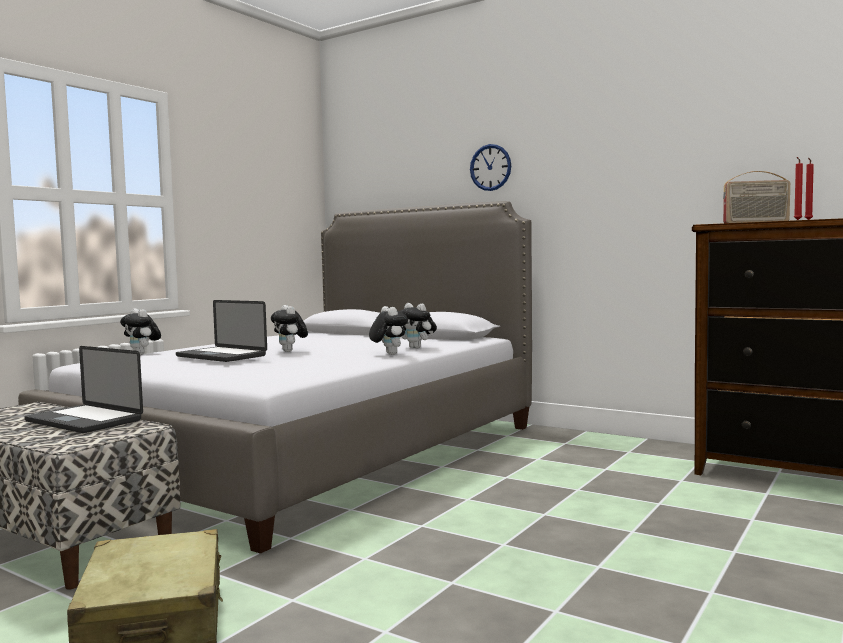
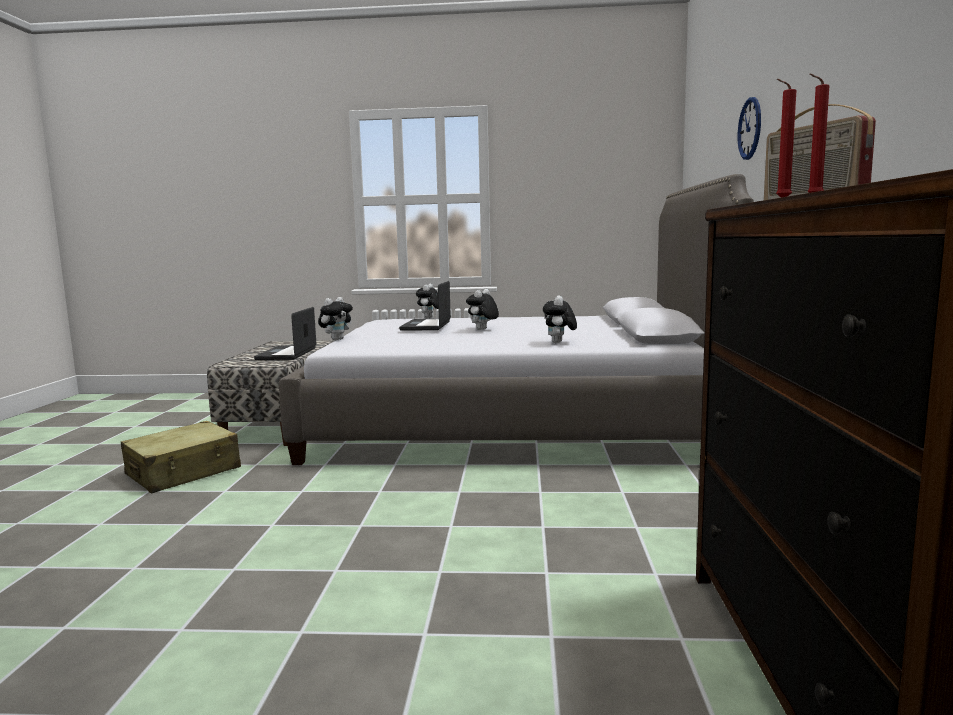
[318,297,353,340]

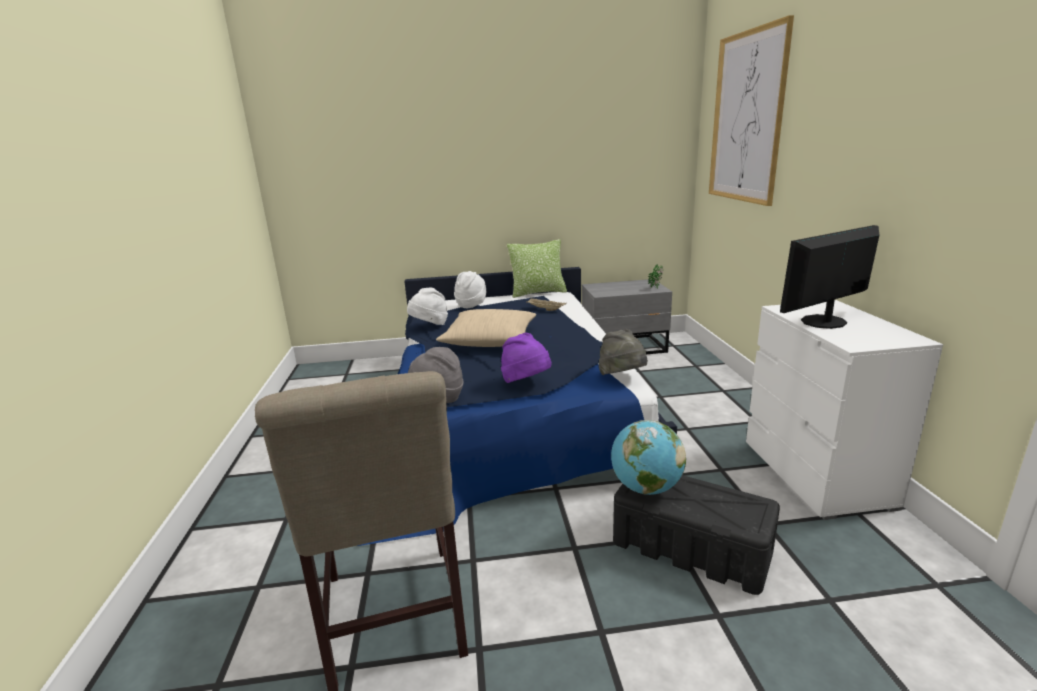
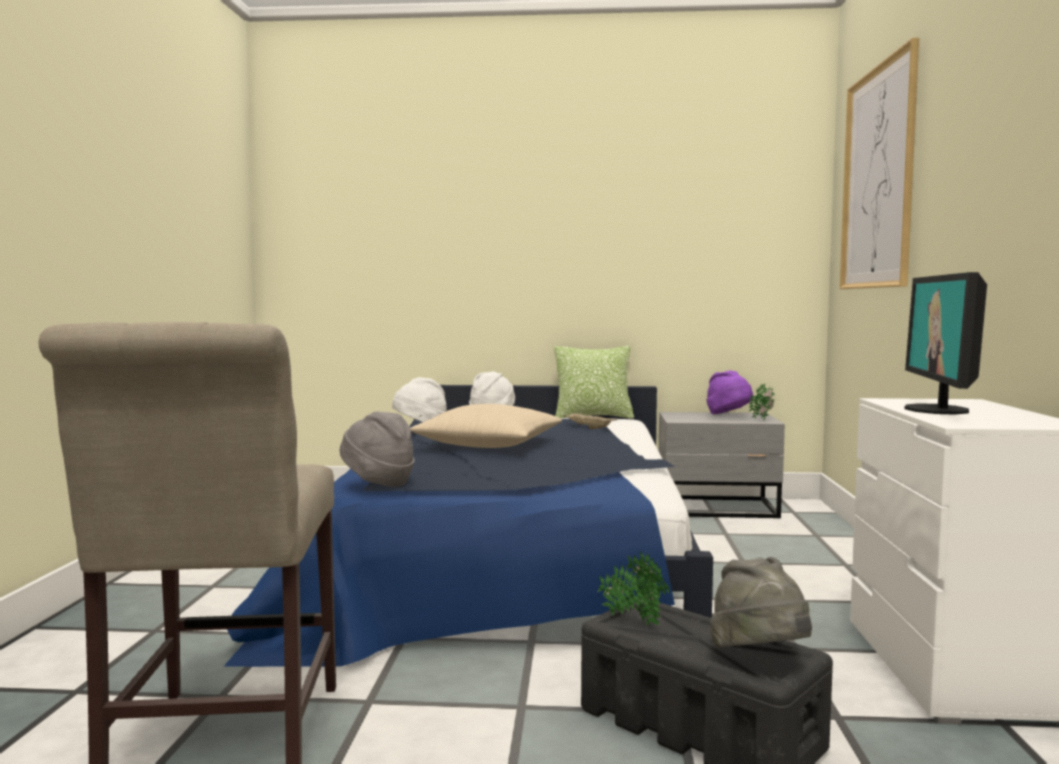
[597,551,669,625]
[706,370,753,414]
[710,557,812,648]
[904,272,987,415]

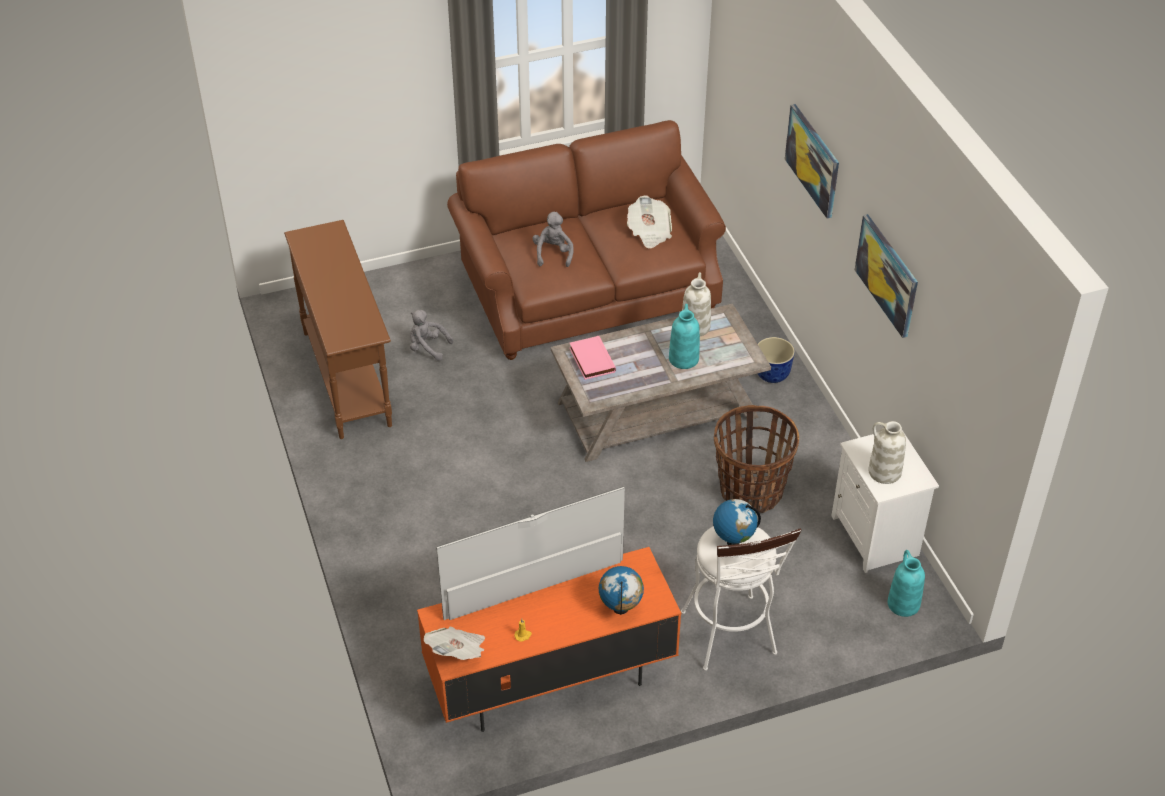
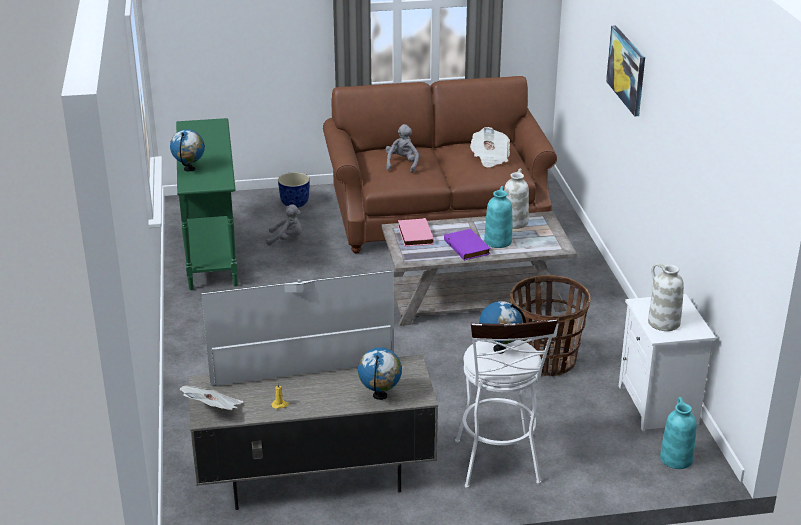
[170,129,205,172]
[176,118,238,290]
[189,355,438,510]
[267,204,302,246]
[278,172,310,208]
[444,229,491,261]
[855,214,918,338] (first image)

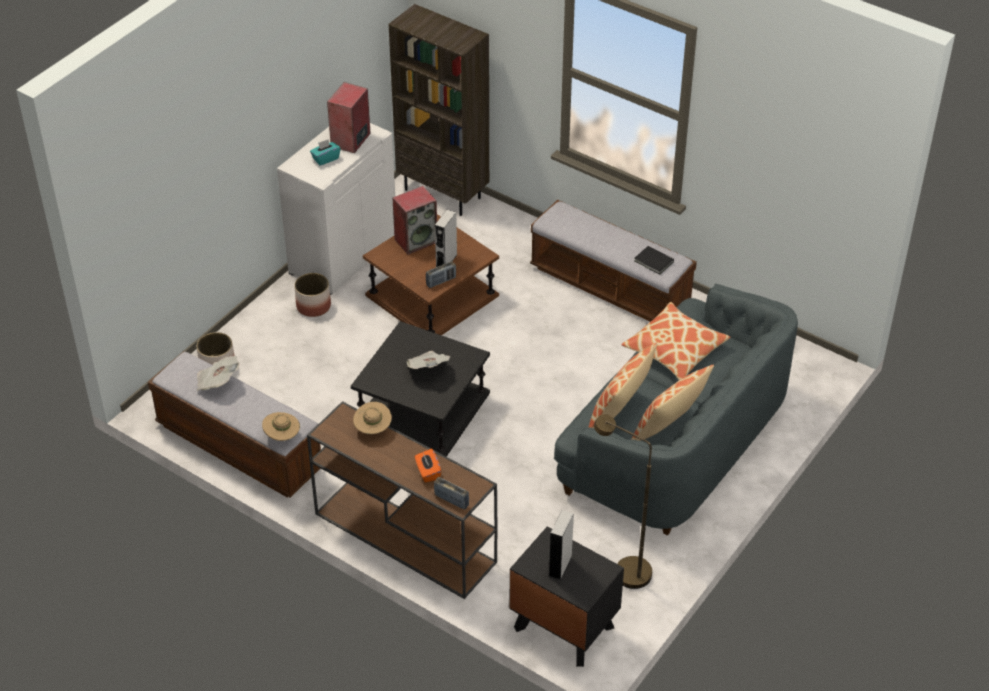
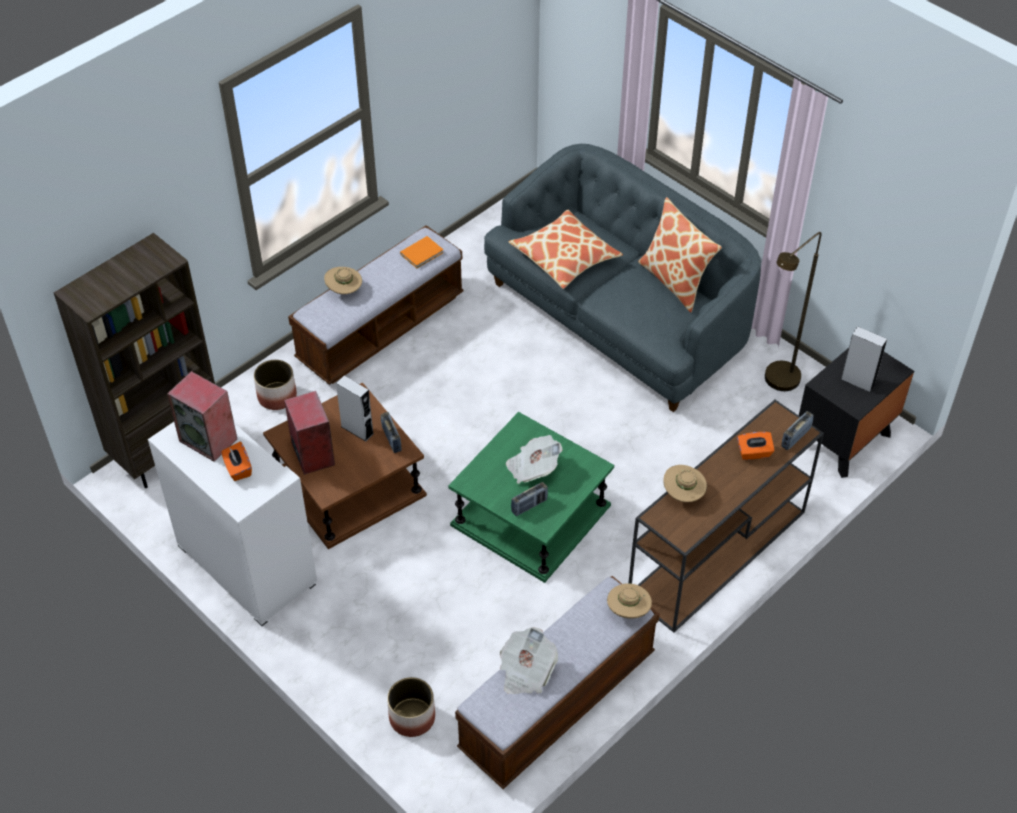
[221,442,252,481]
[254,360,297,410]
[324,267,362,294]
[400,236,444,268]
[448,412,614,583]
[511,482,548,516]
[589,343,657,428] (first image)

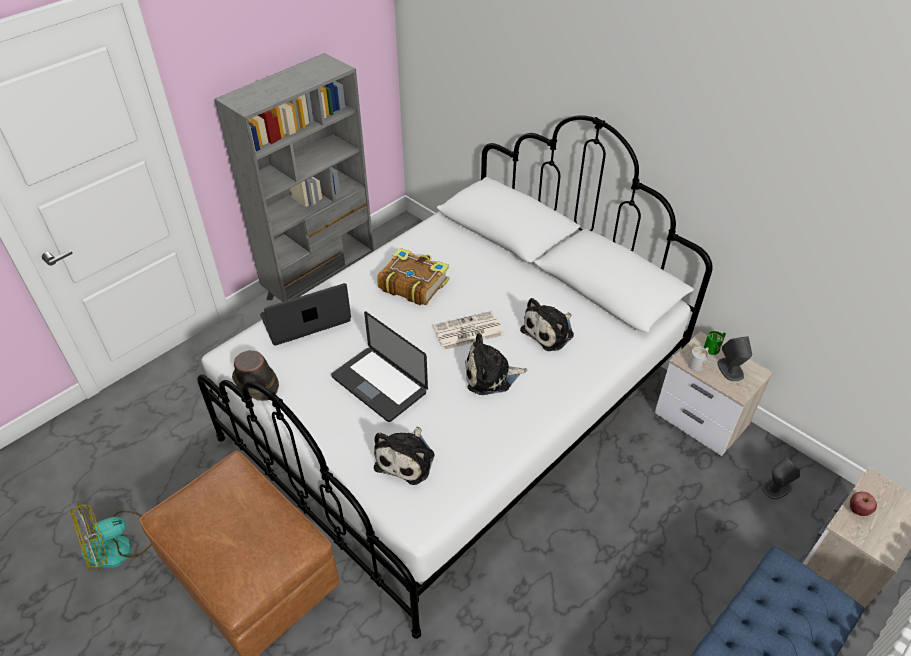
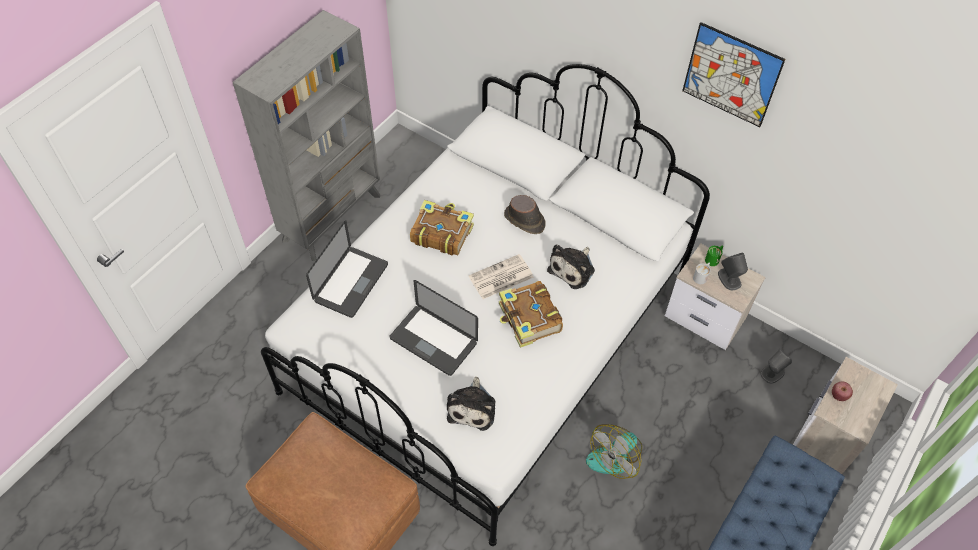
[306,220,388,318]
[499,281,563,348]
[504,195,546,234]
[586,424,642,479]
[682,22,785,127]

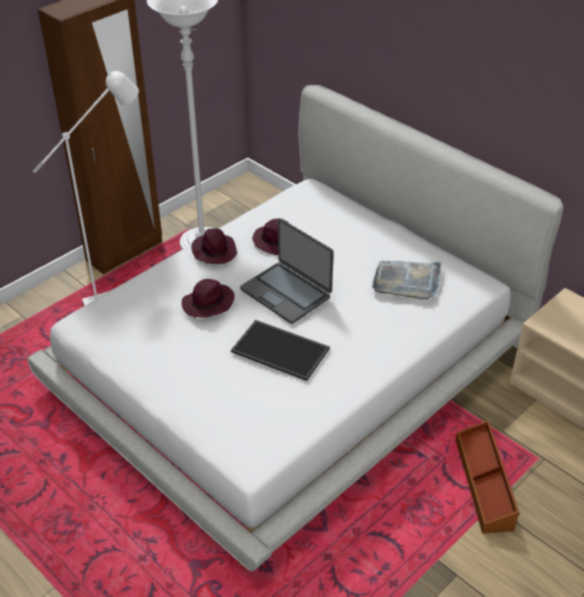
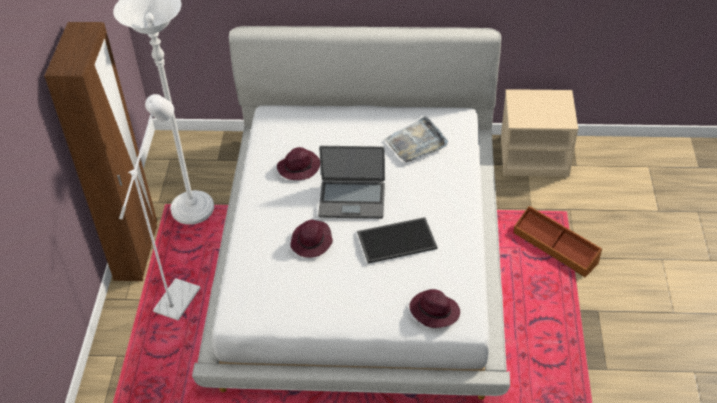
[409,289,460,328]

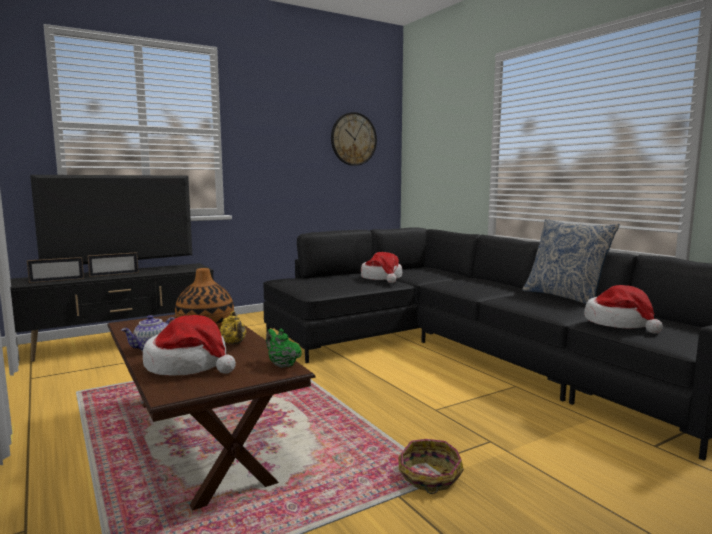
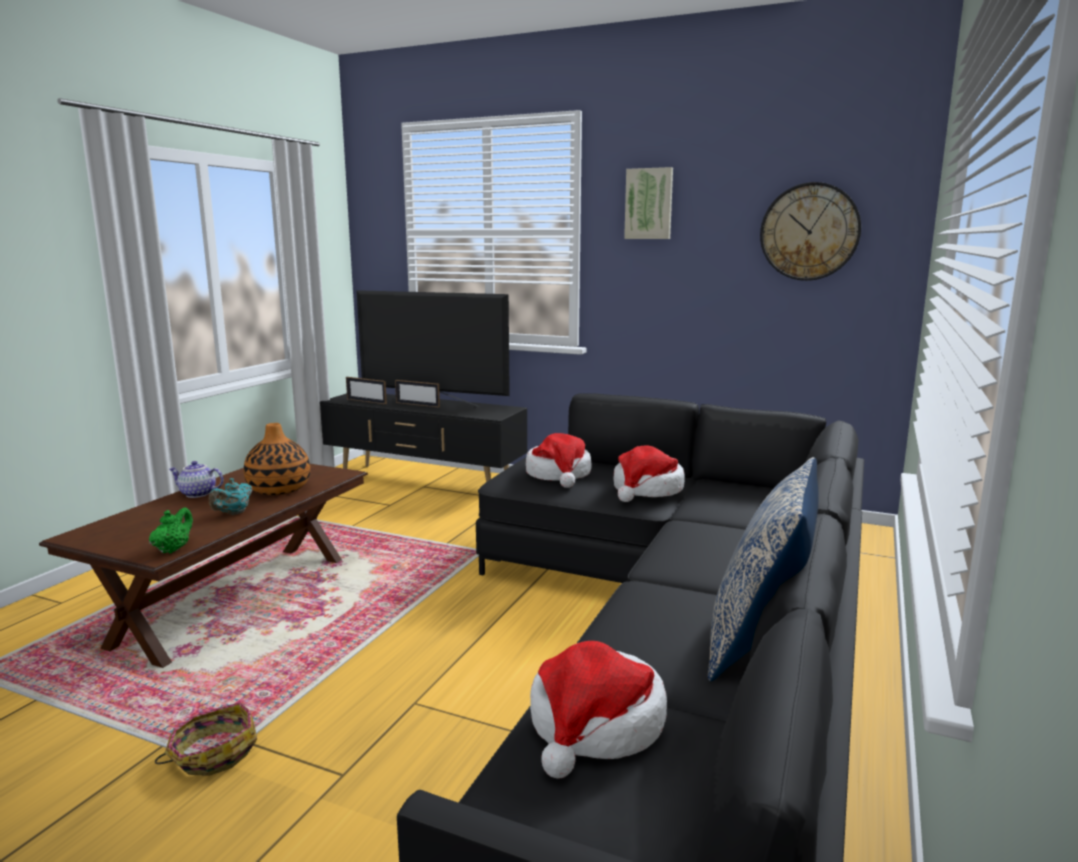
[209,478,253,515]
[526,433,591,488]
[624,167,673,239]

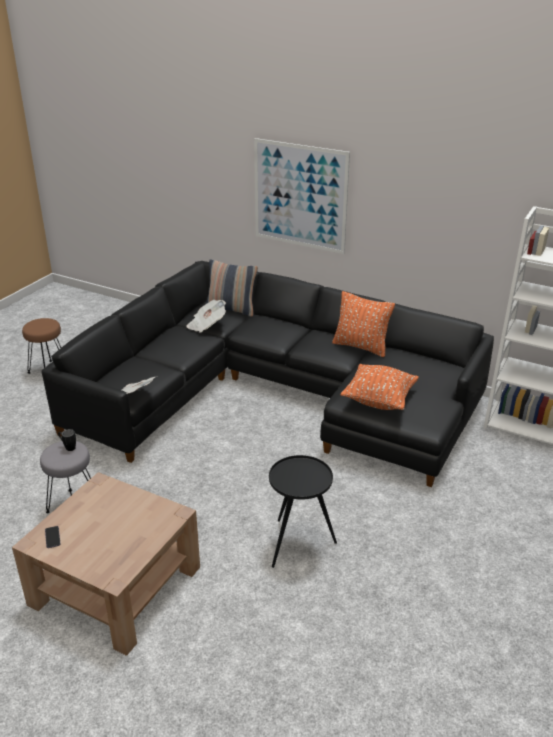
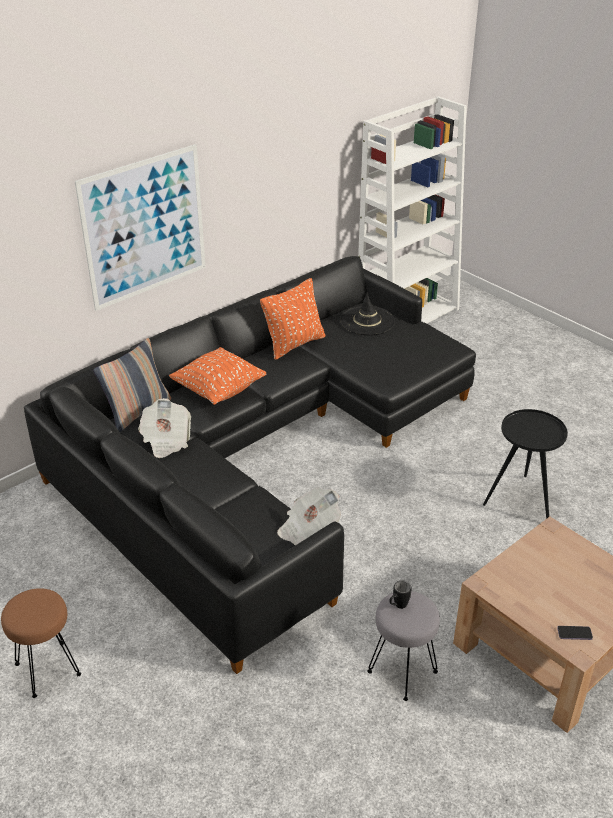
[169,347,266,405]
[340,292,395,335]

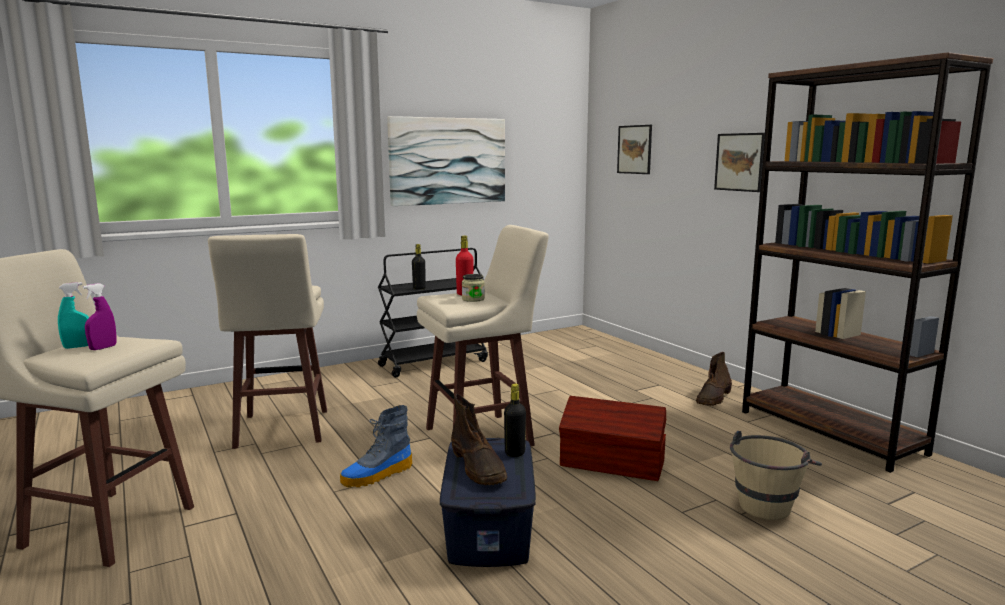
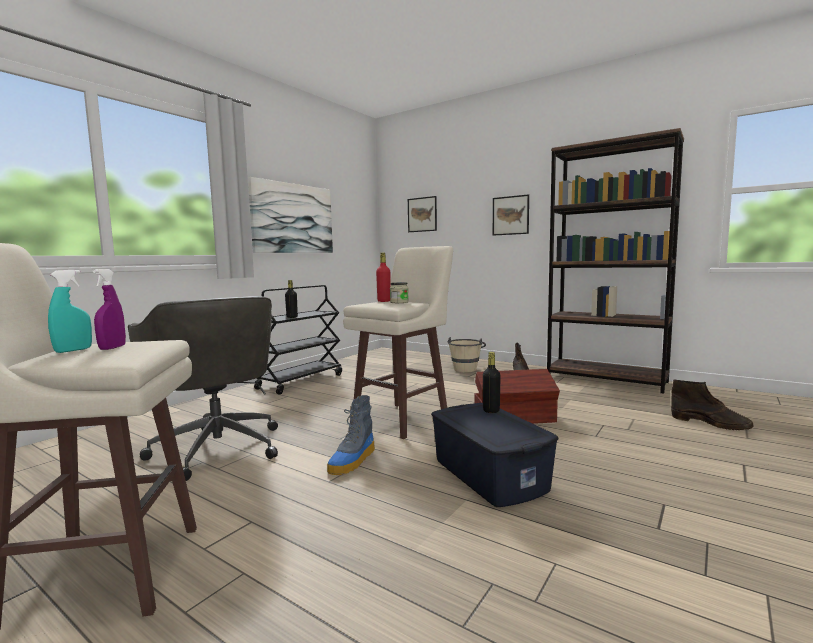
[128,296,278,481]
[448,337,486,372]
[671,380,754,430]

